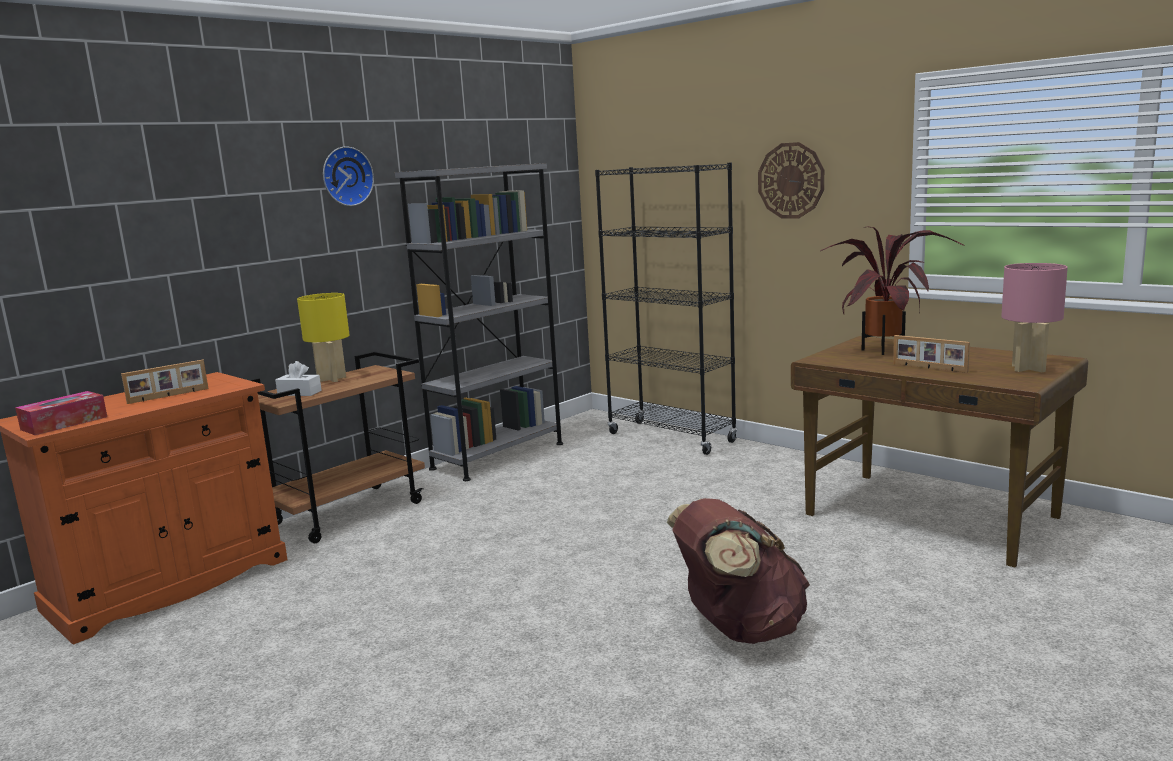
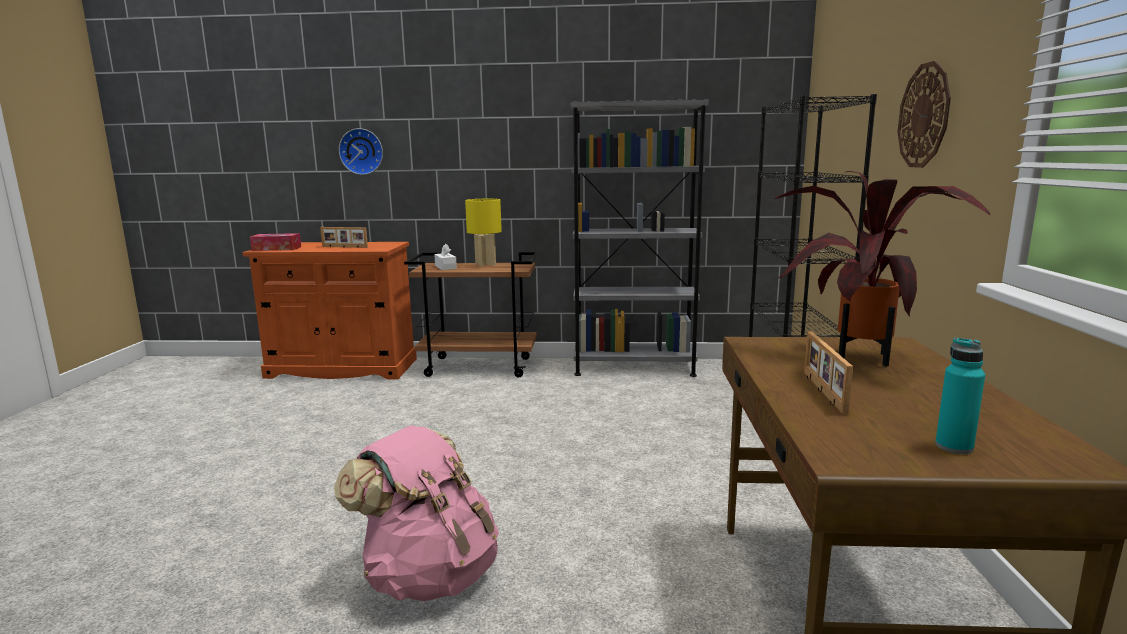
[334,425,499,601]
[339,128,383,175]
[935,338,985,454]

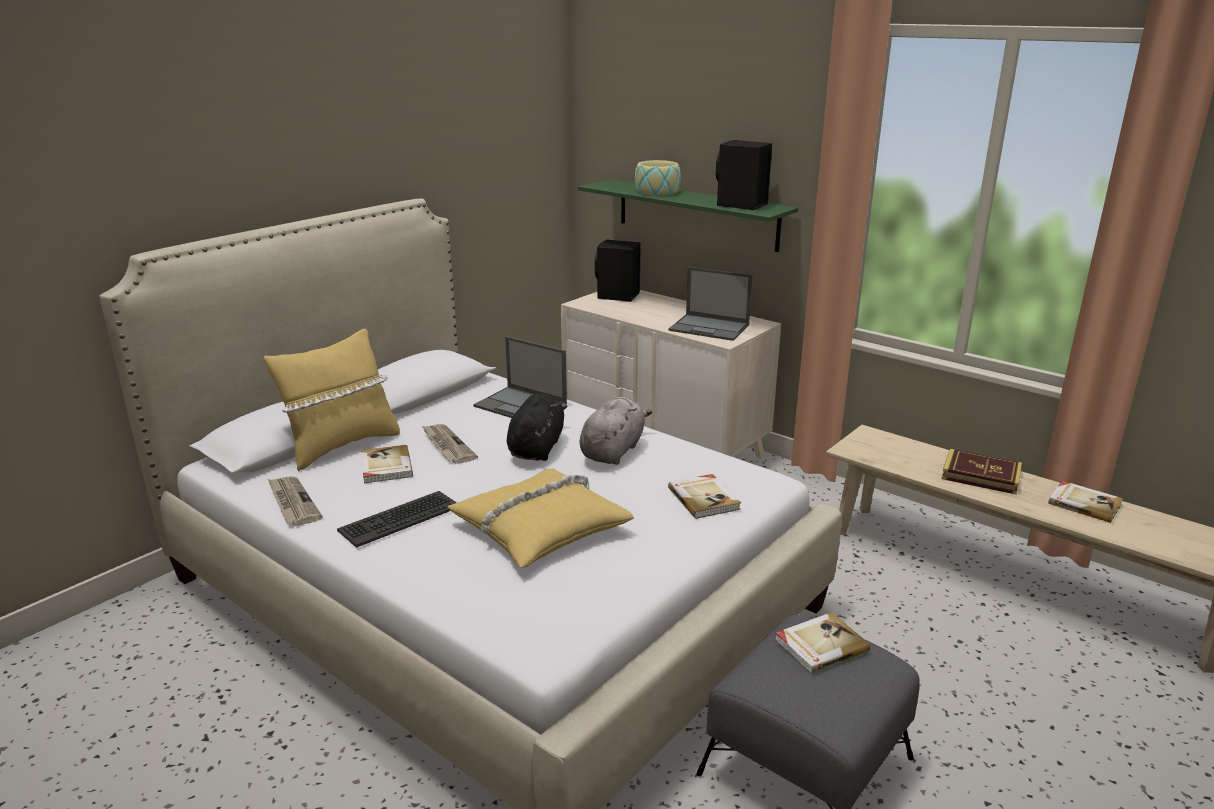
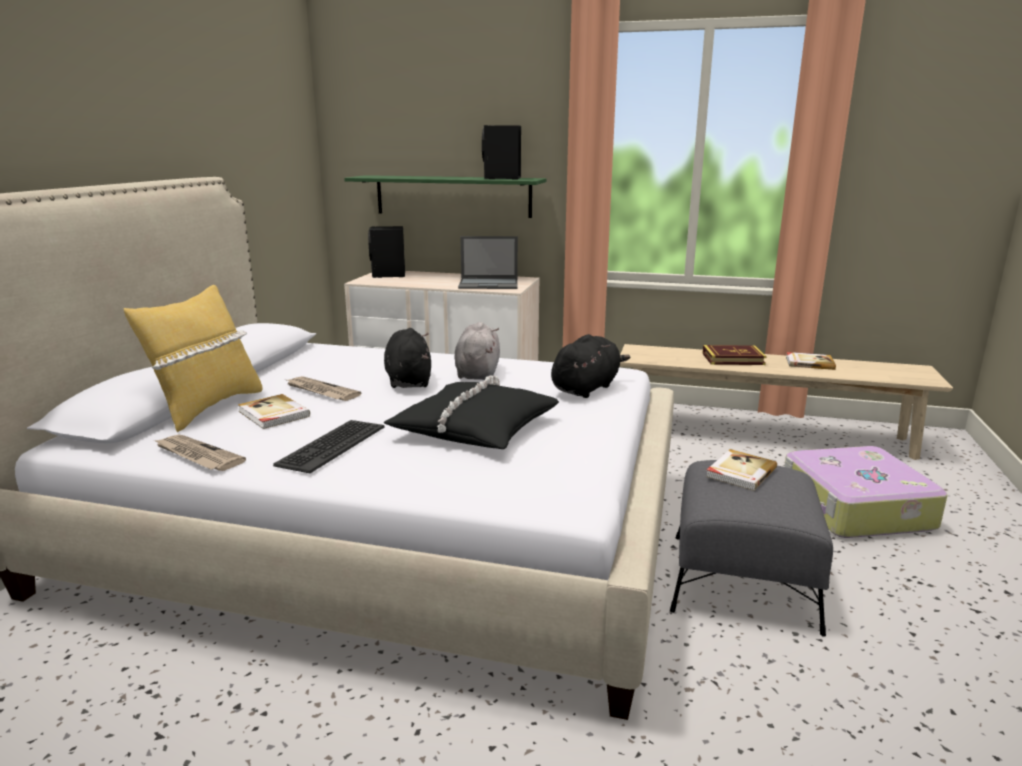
[383,375,559,449]
[551,334,630,398]
[784,446,947,538]
[474,336,567,418] (first image)
[635,160,681,196] (first image)

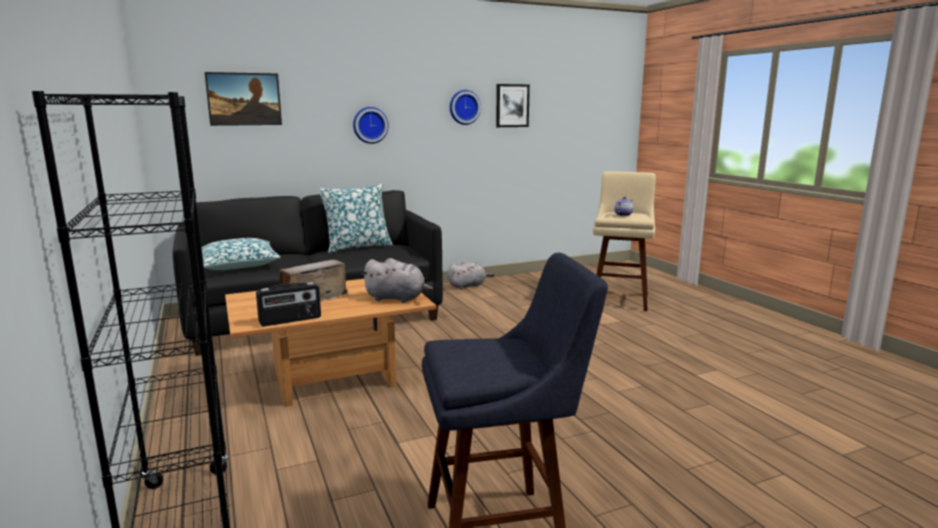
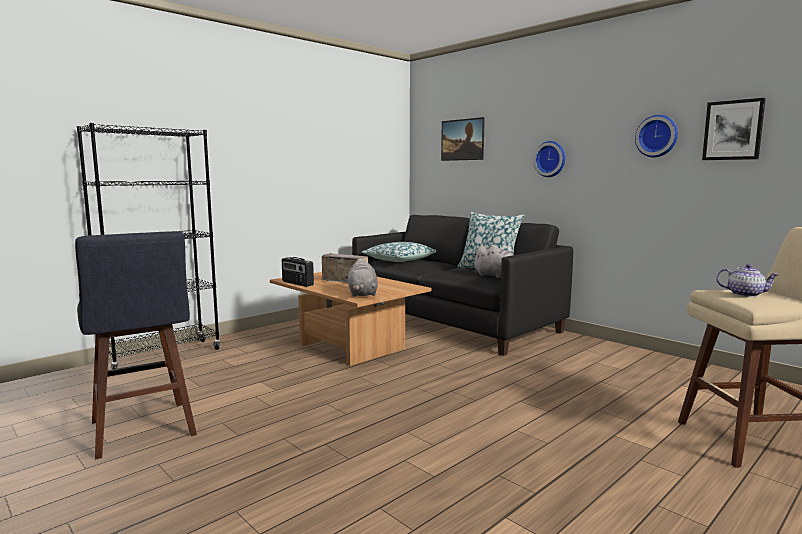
[472,245,513,278]

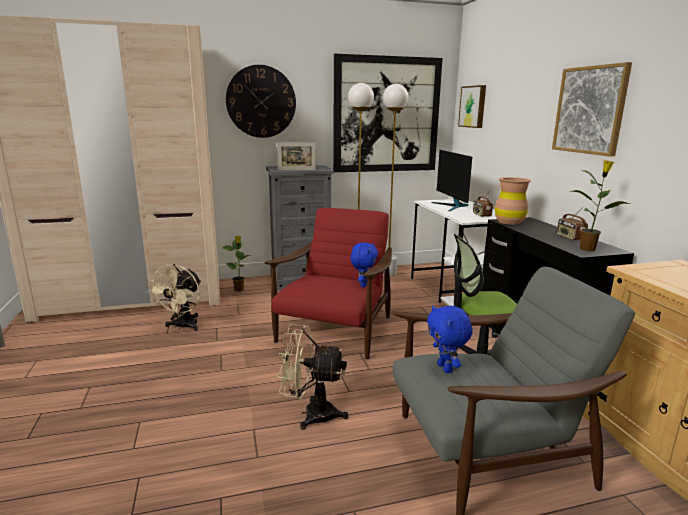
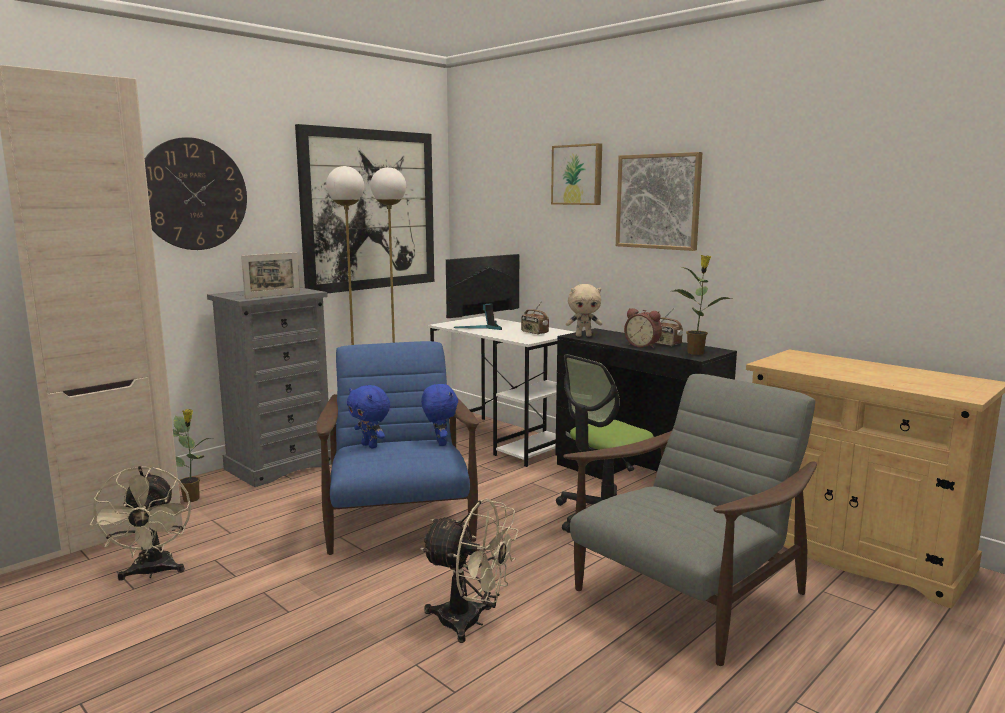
[316,341,479,555]
[347,385,390,448]
[420,499,519,643]
[446,254,519,330]
[551,143,602,205]
[566,284,602,337]
[624,308,662,349]

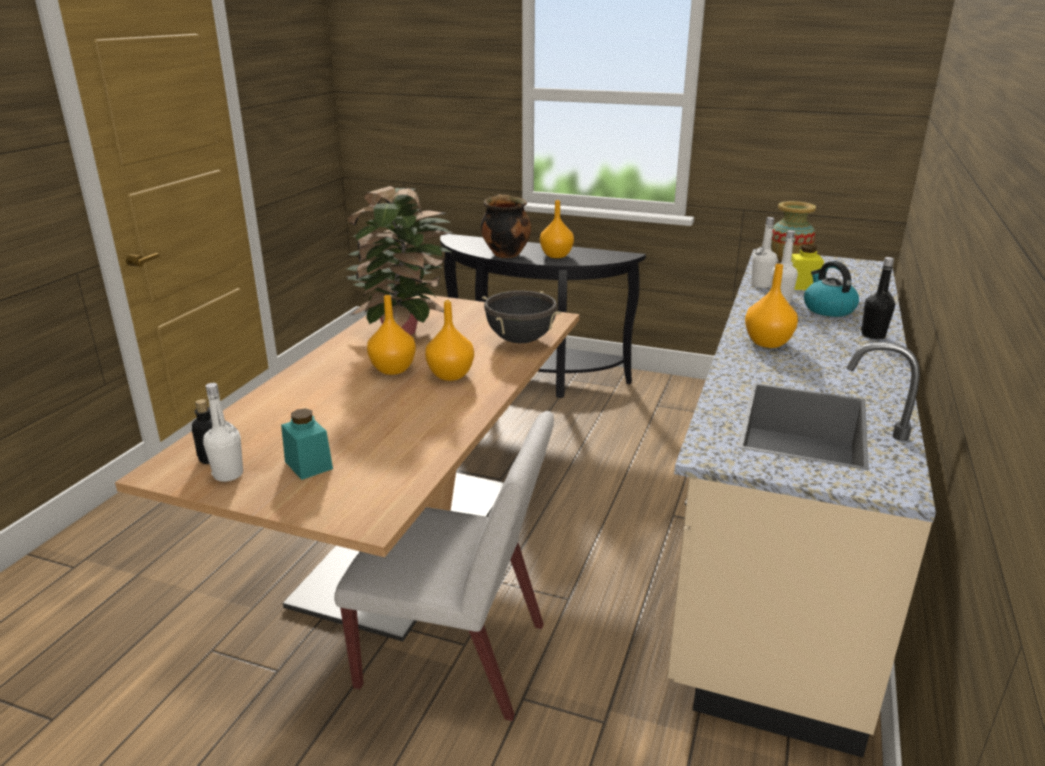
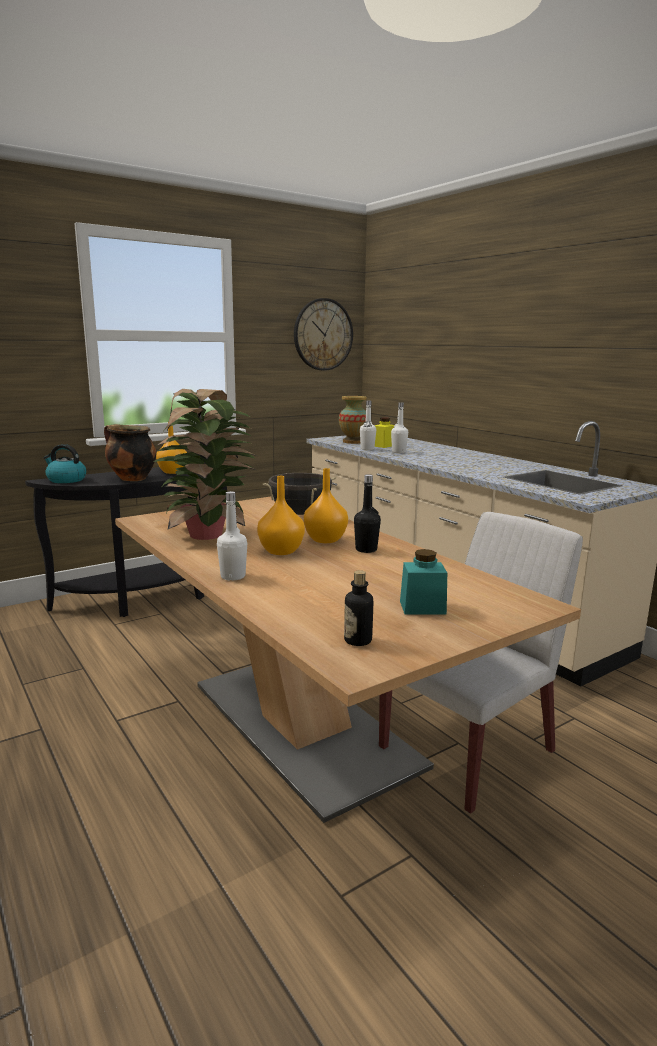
[44,444,86,483]
[217,491,247,581]
[294,298,353,371]
[354,474,381,553]
[745,264,798,348] (first image)

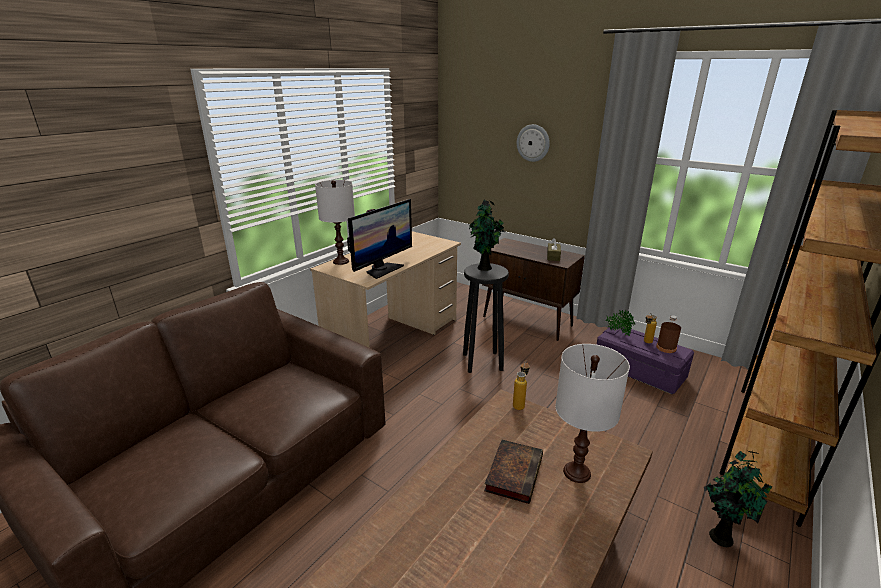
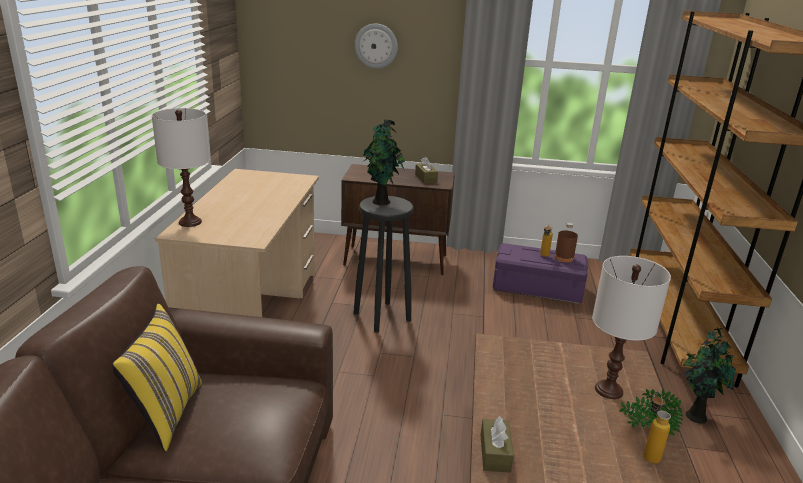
[112,304,202,451]
[481,416,514,473]
[619,389,683,436]
[644,392,671,464]
[347,199,412,279] (first image)
[484,440,543,504] (first image)

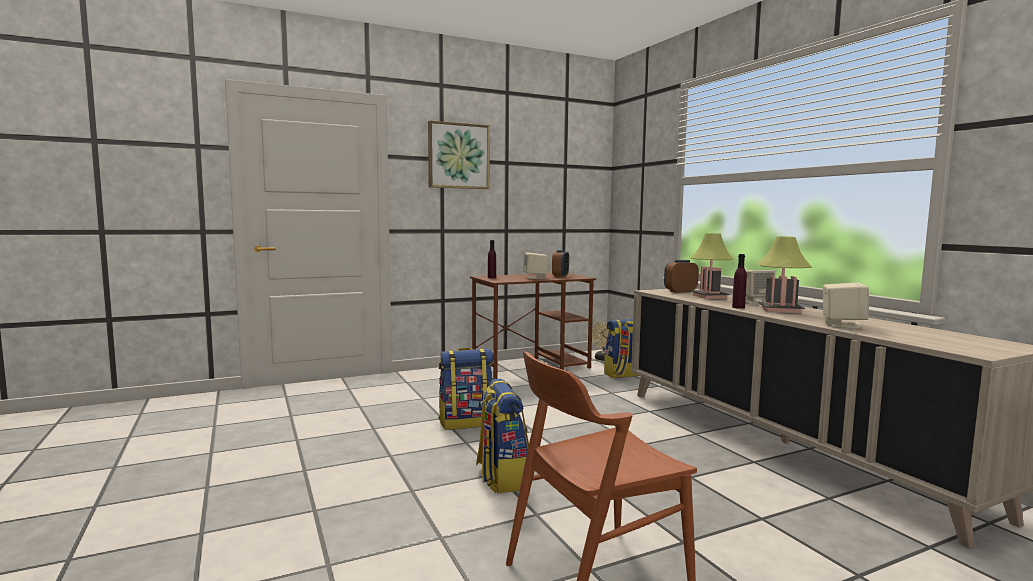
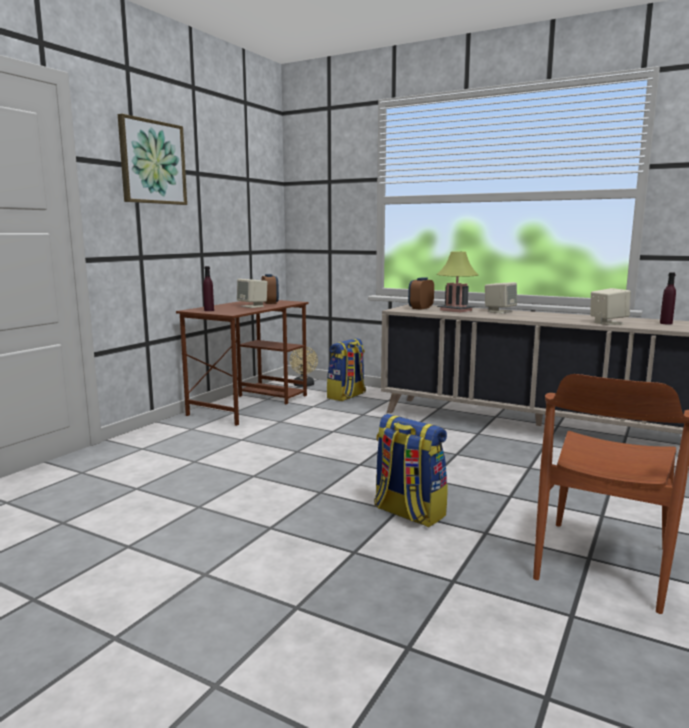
[660,272,676,324]
[438,348,494,430] (first image)
[757,236,812,313] (first image)

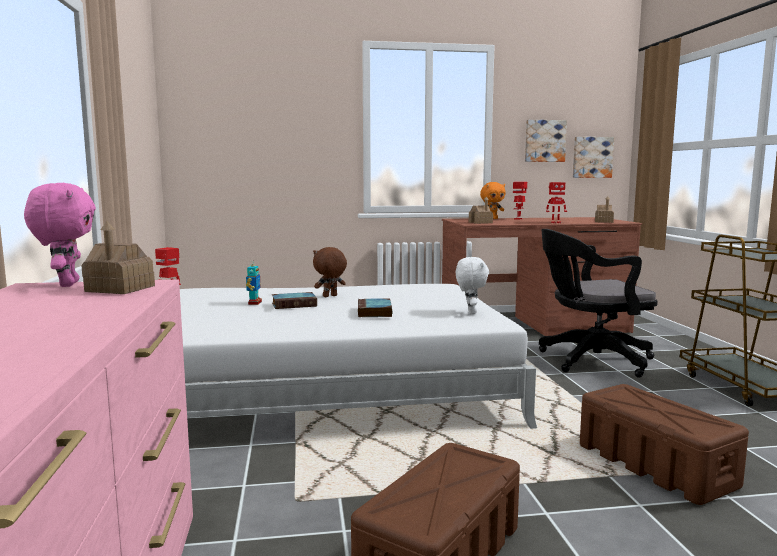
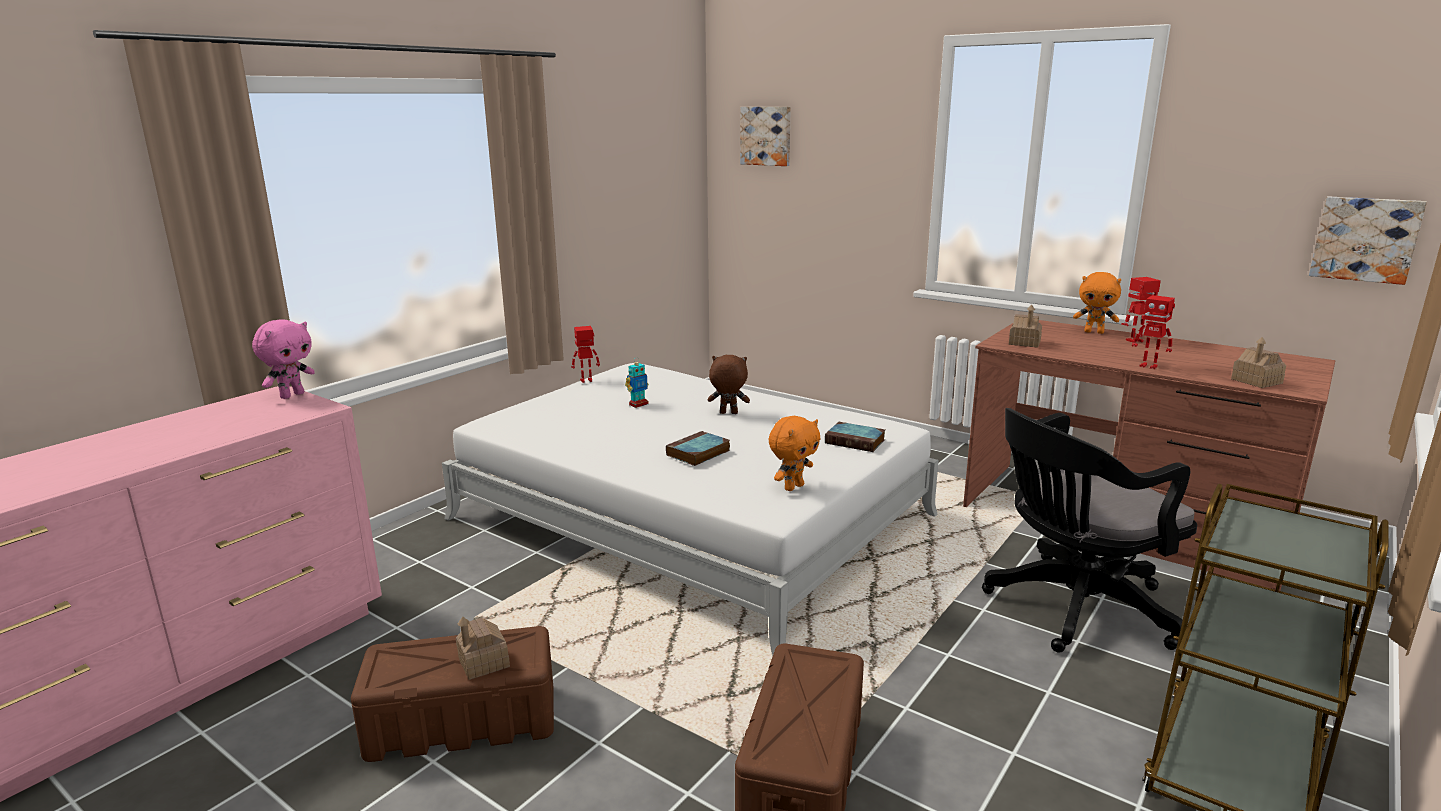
[456,617,510,680]
[740,107,791,166]
[768,416,821,491]
[825,422,885,452]
[982,408,1197,653]

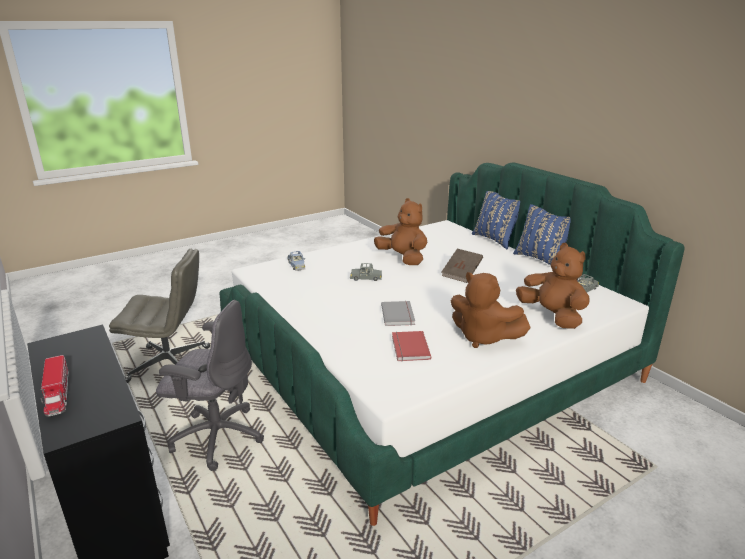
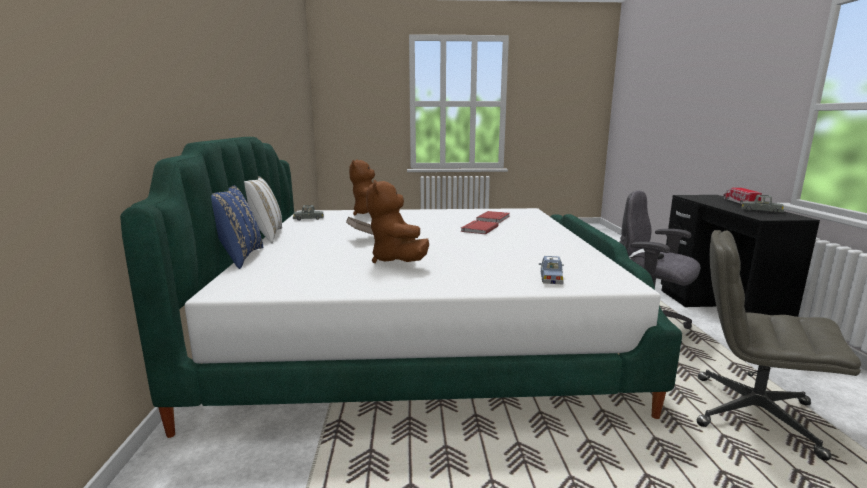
[244,176,282,243]
[460,220,499,234]
[741,195,784,213]
[451,272,531,348] (first image)

